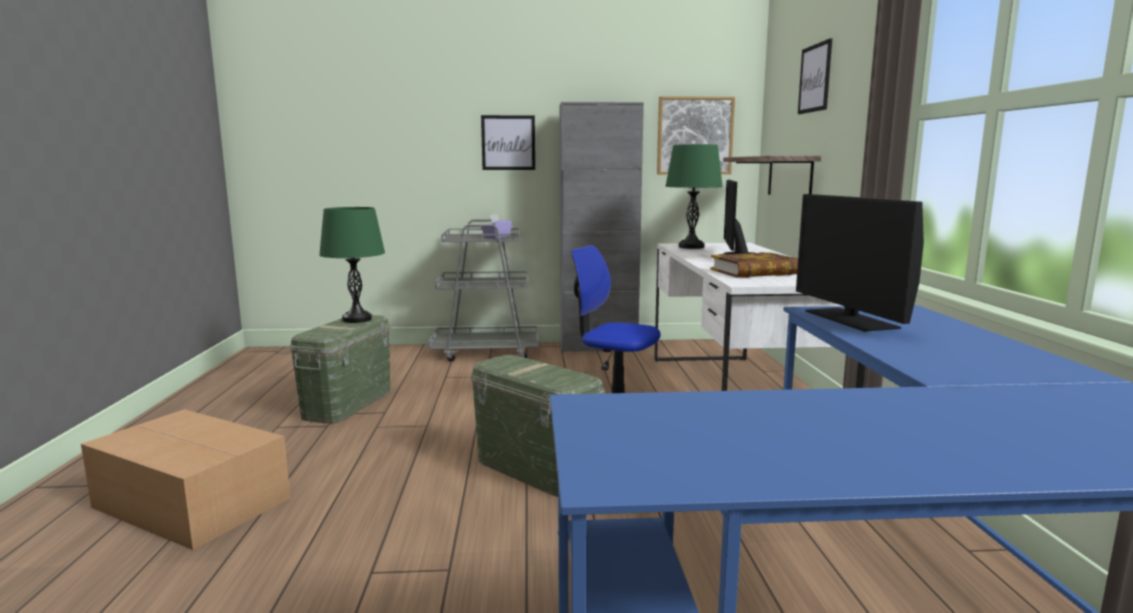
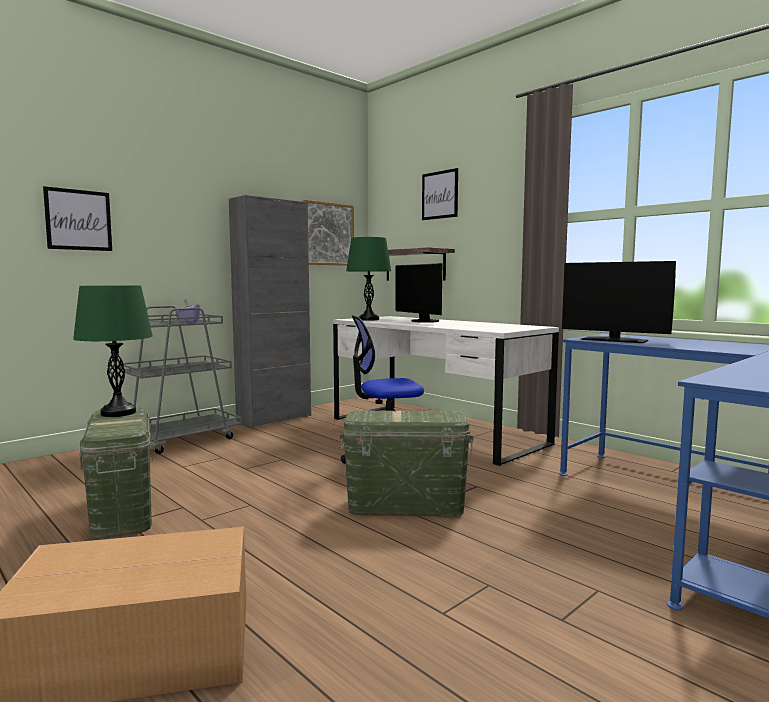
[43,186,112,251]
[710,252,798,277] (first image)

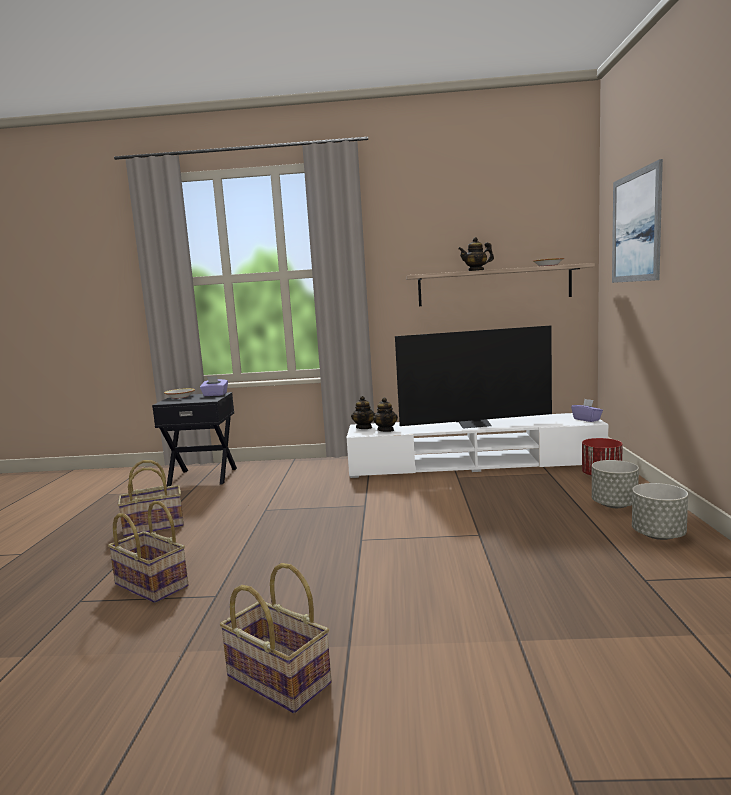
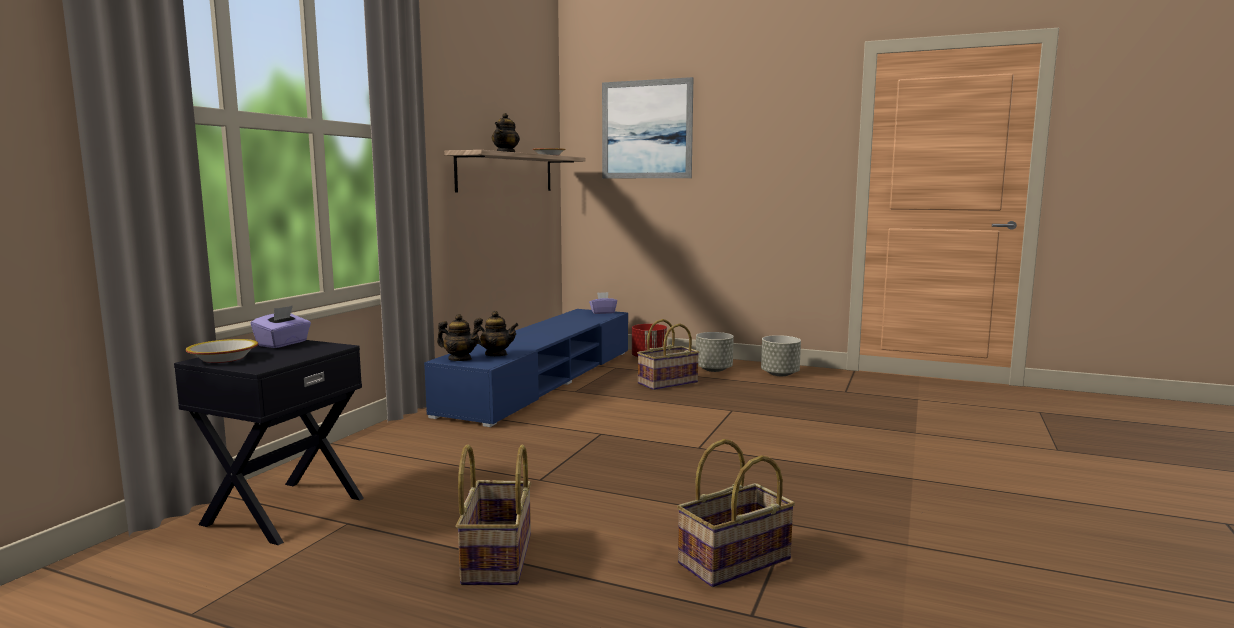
[395,325,552,428] (first image)
[424,309,628,427]
[637,319,699,390]

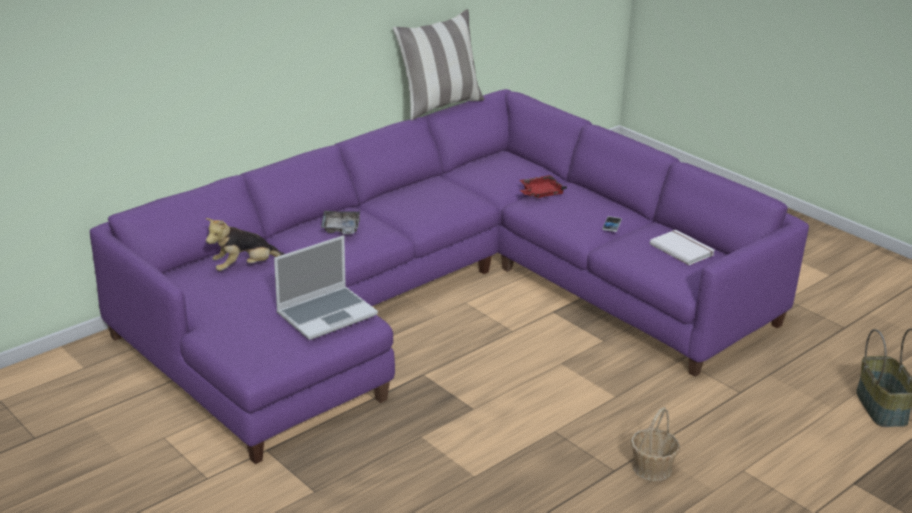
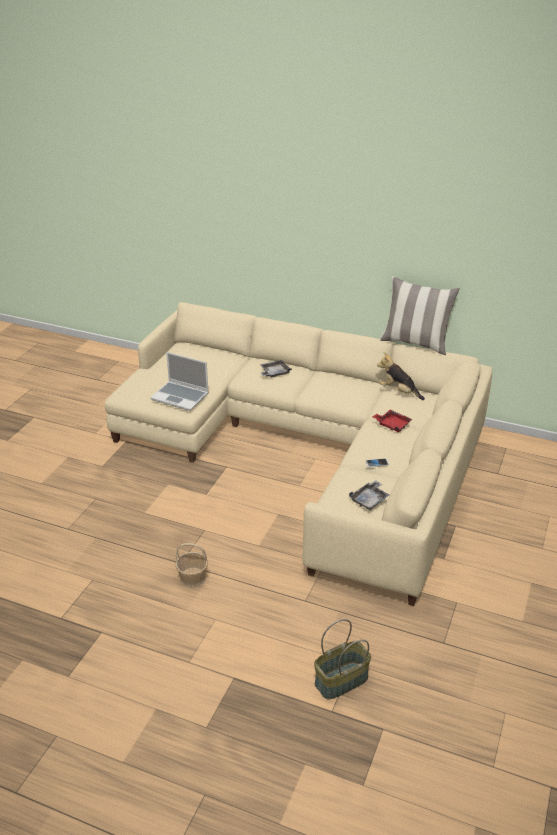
[105,302,492,606]
[377,352,425,400]
[349,480,389,510]

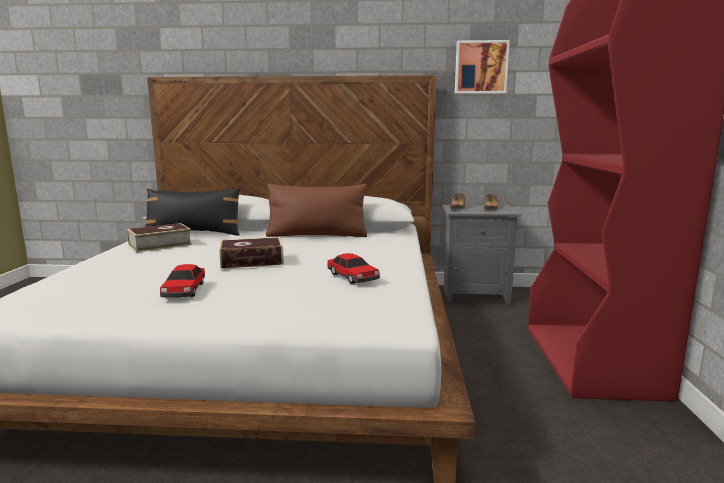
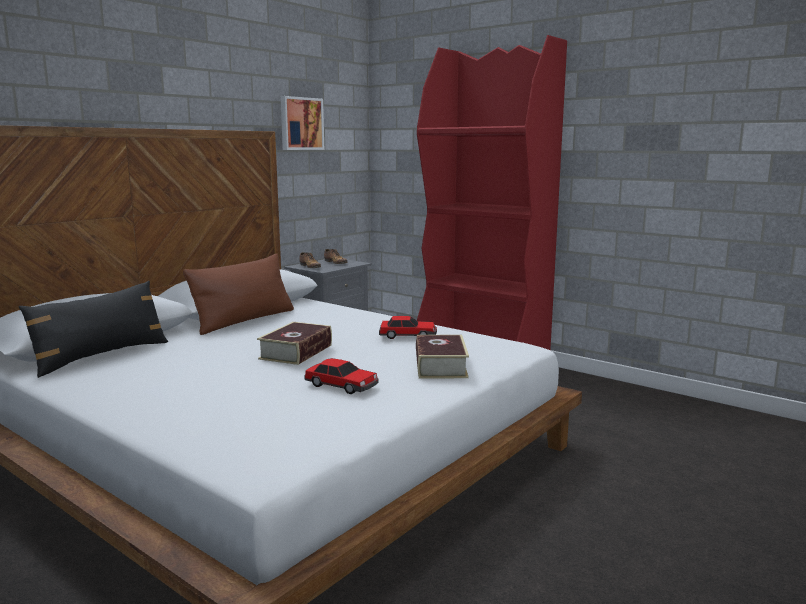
[416,335,469,378]

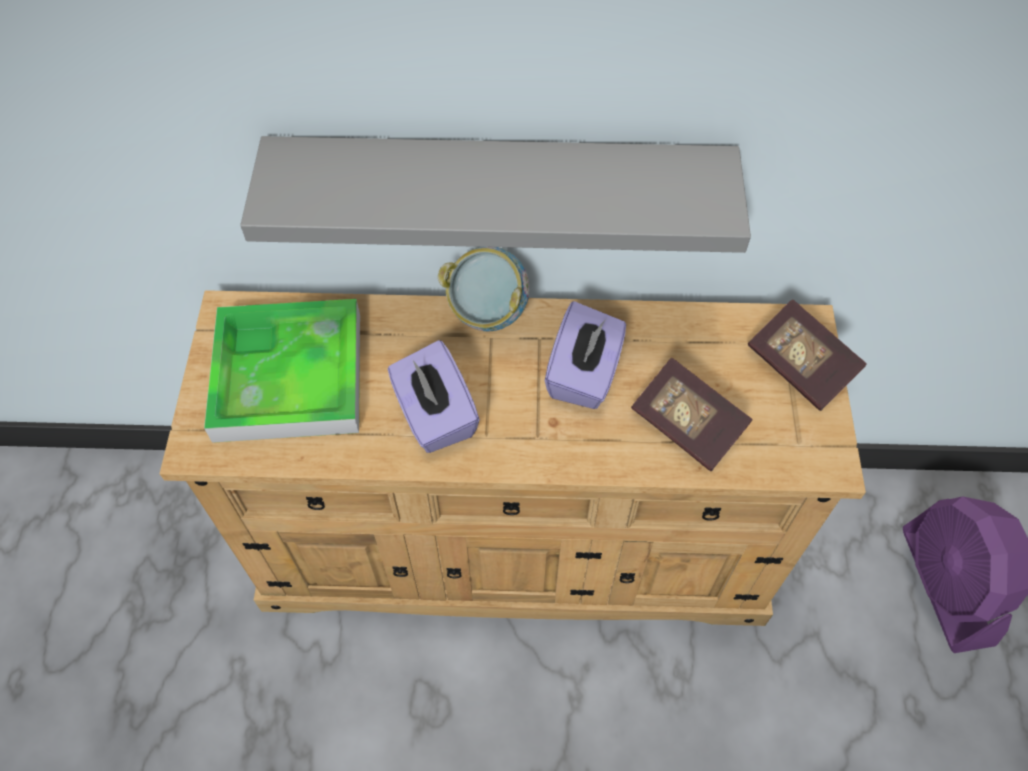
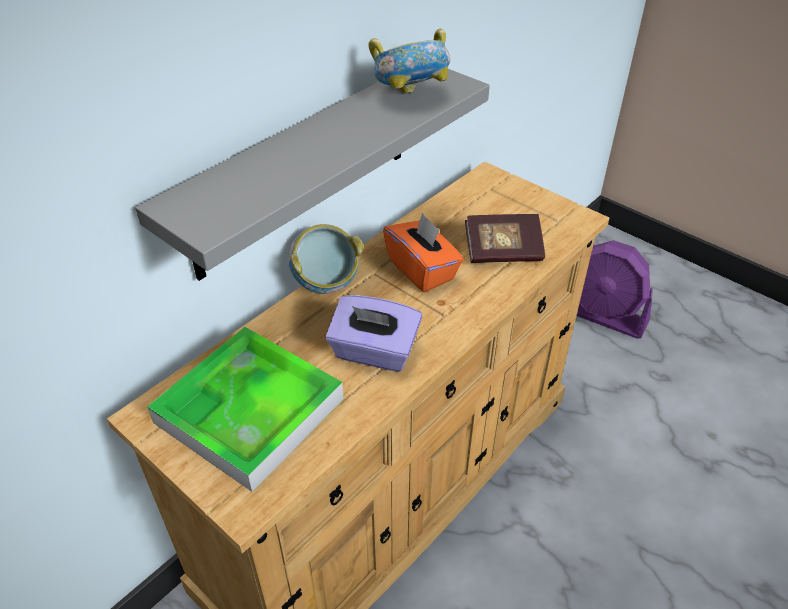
[748,299,867,411] (first image)
[383,212,464,292]
[368,29,451,94]

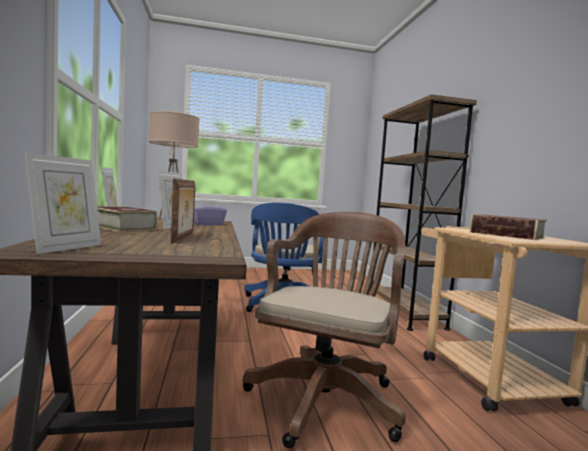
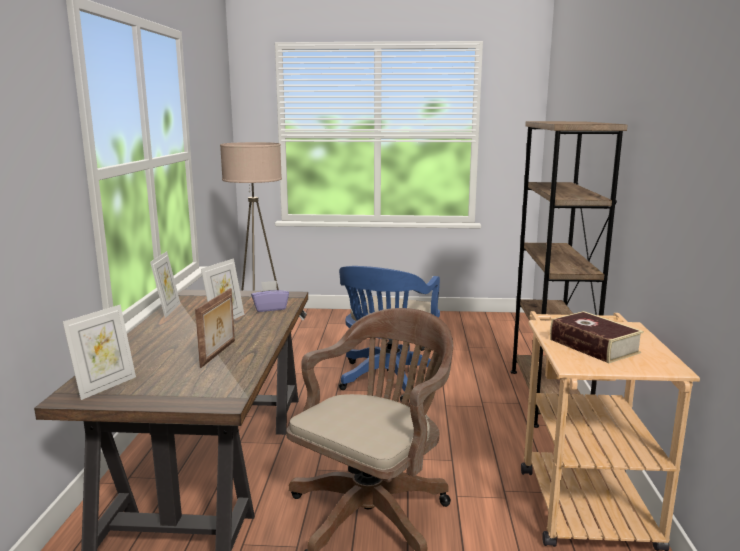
[97,206,158,232] (first image)

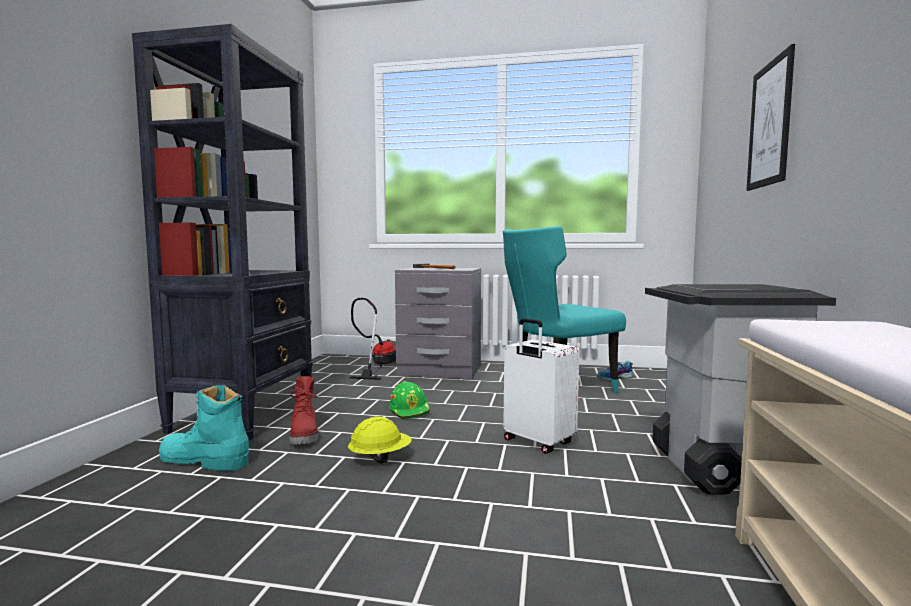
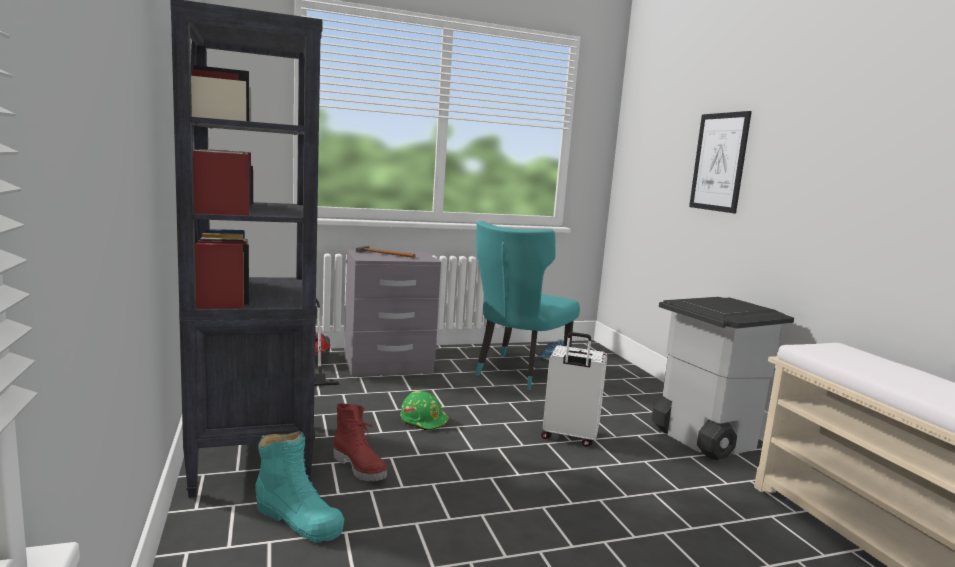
[256,431,344,543]
[348,416,412,464] (first image)

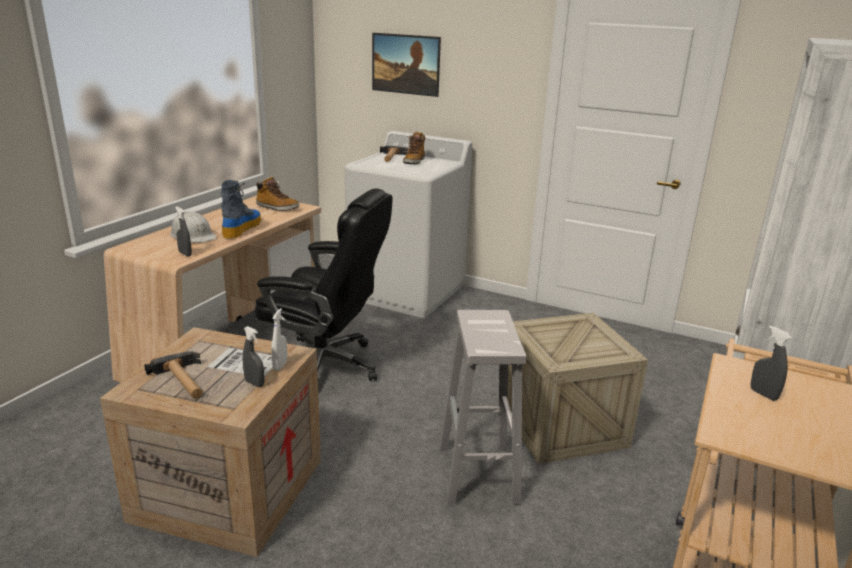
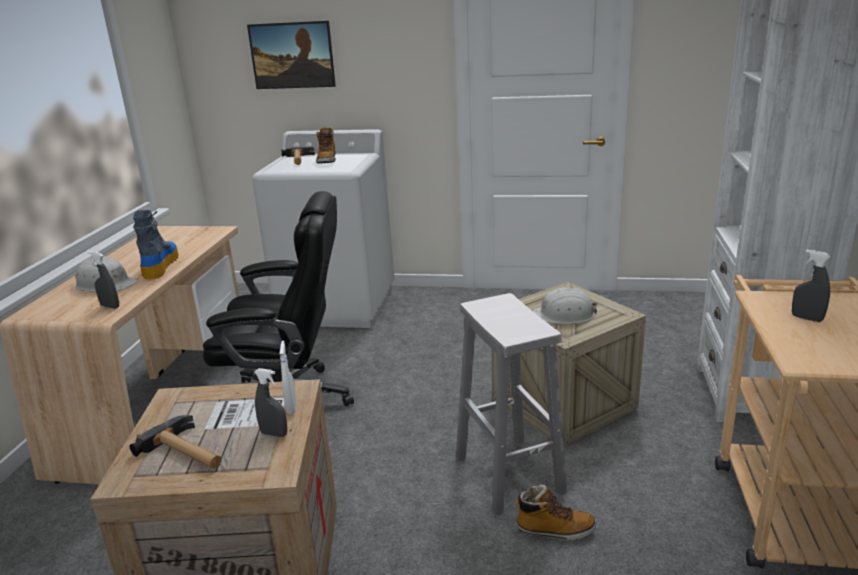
[515,485,596,541]
[532,287,597,324]

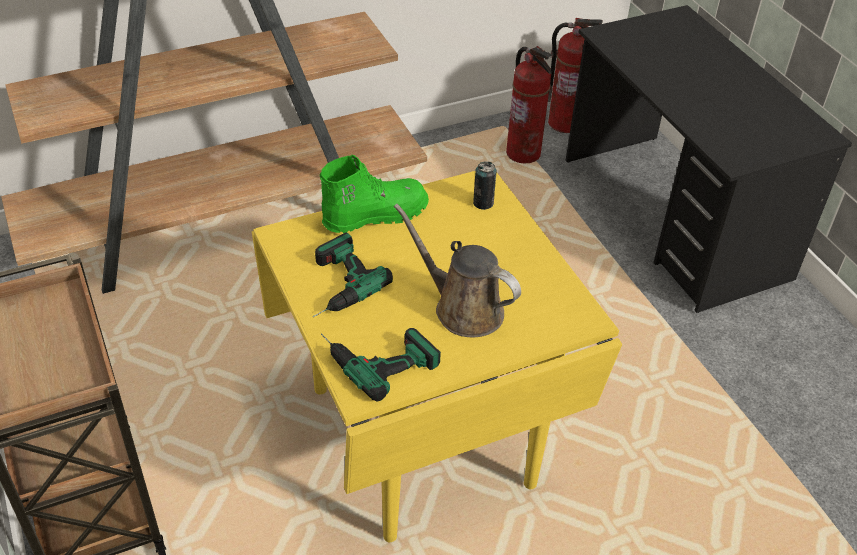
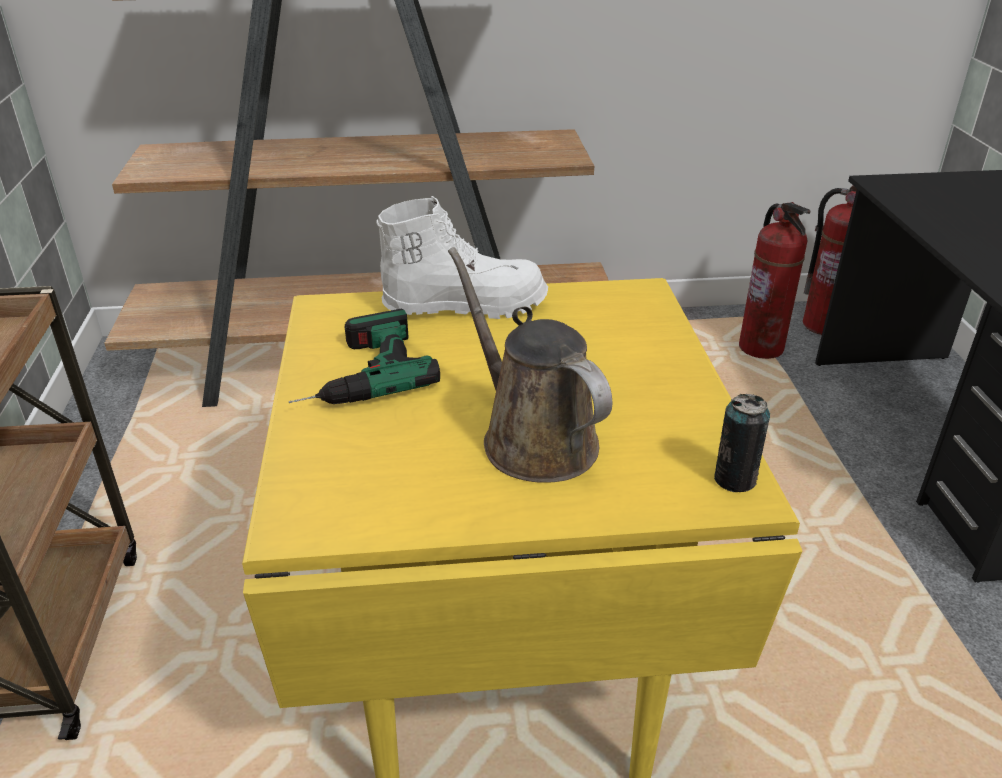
[376,196,548,319]
[714,394,771,492]
[321,328,441,401] (first image)

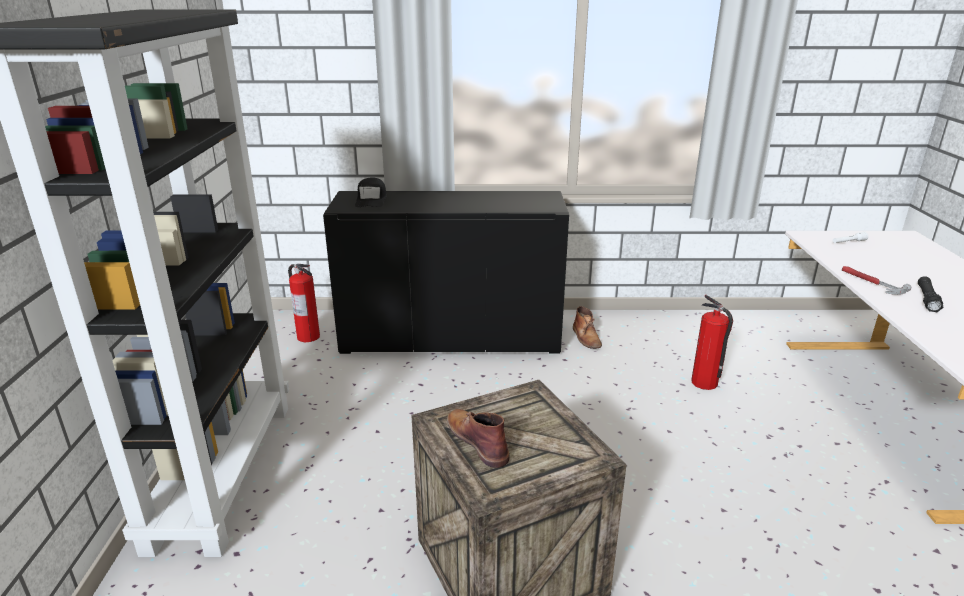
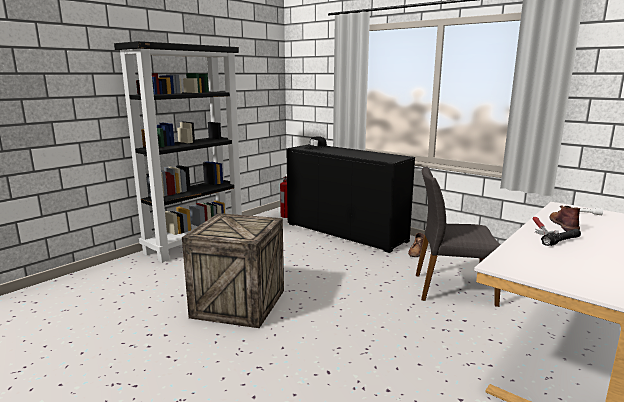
[416,167,501,307]
[550,205,580,231]

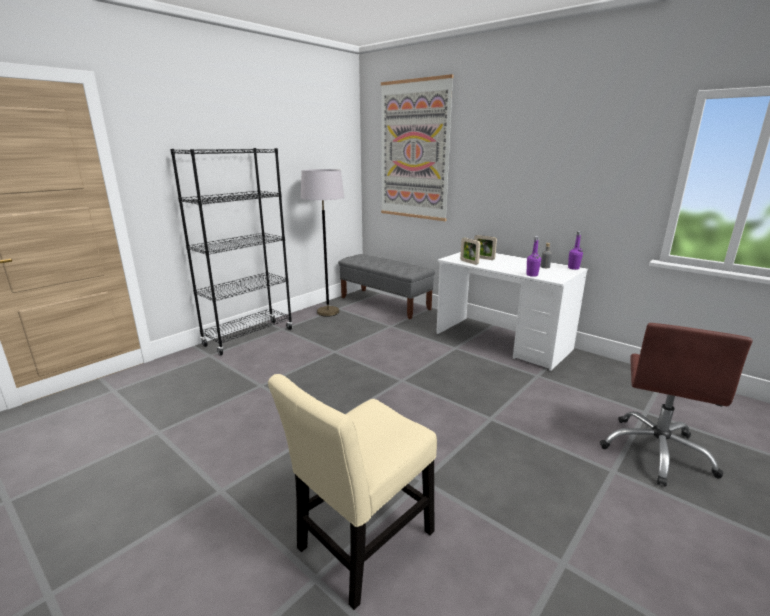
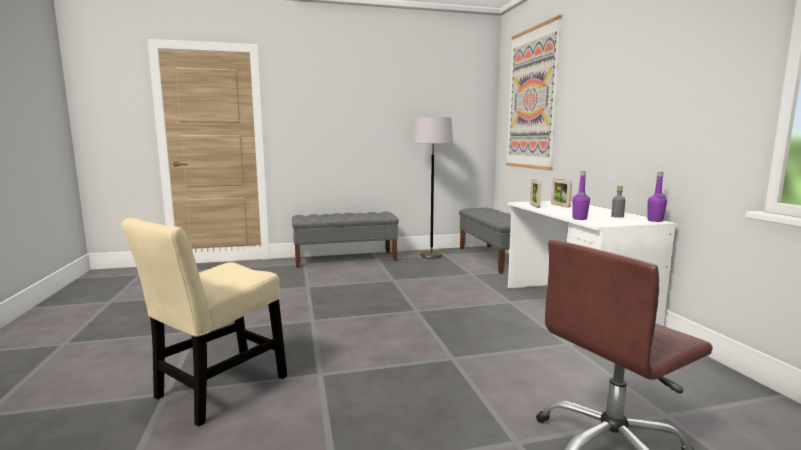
[292,212,399,268]
[121,218,287,427]

